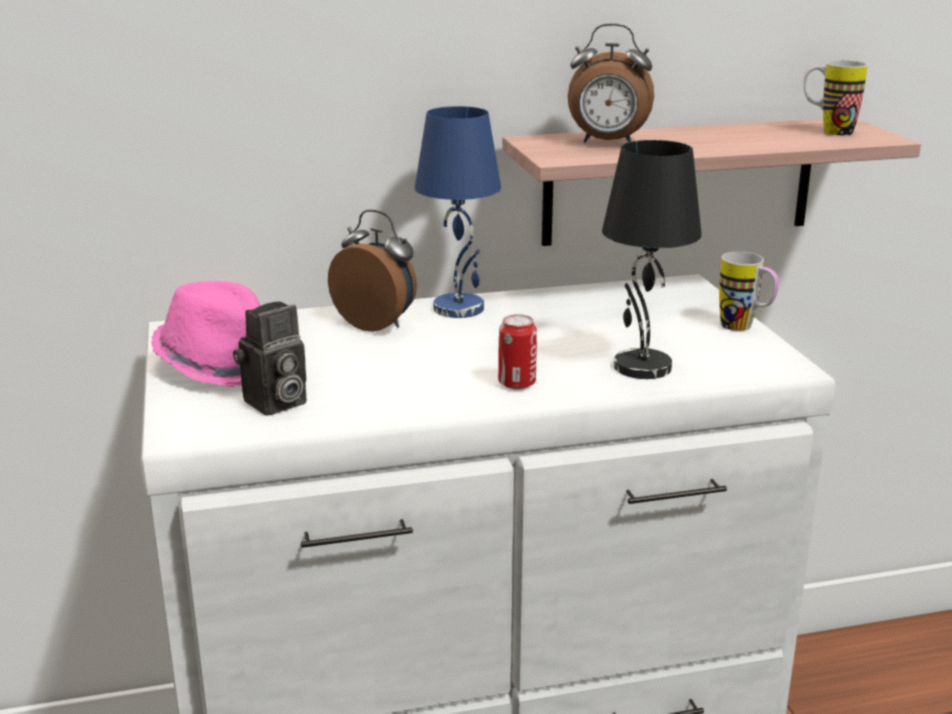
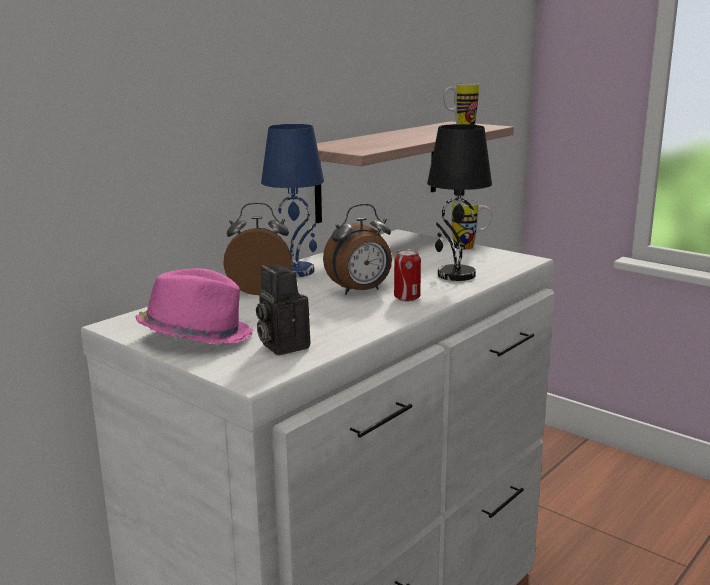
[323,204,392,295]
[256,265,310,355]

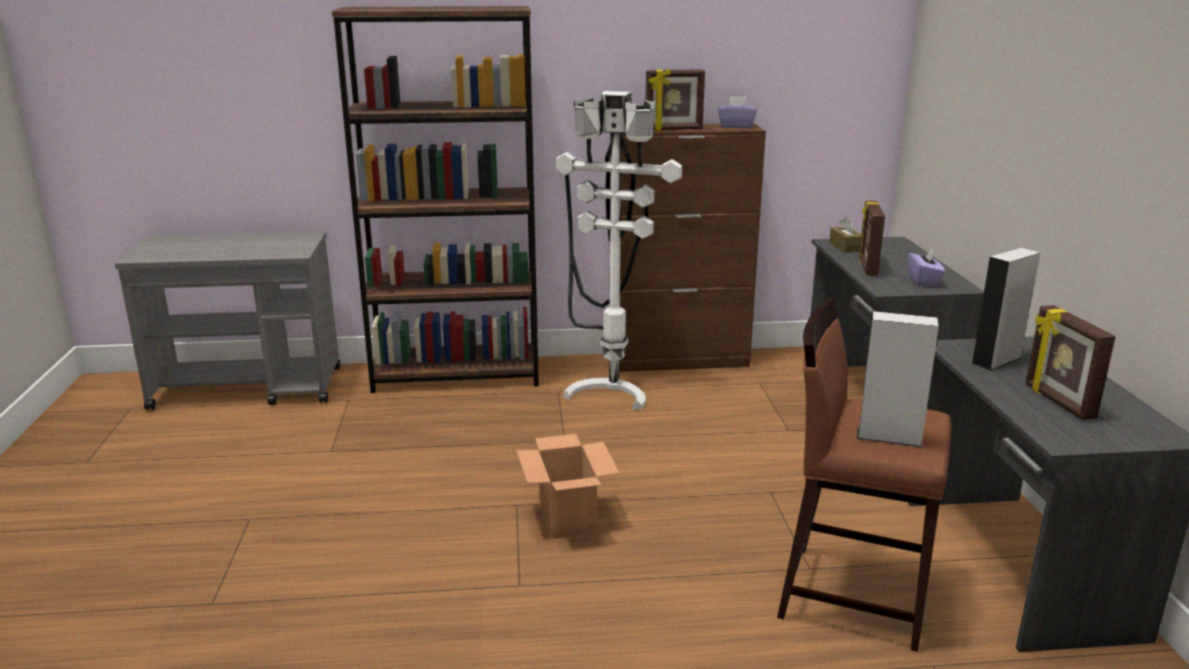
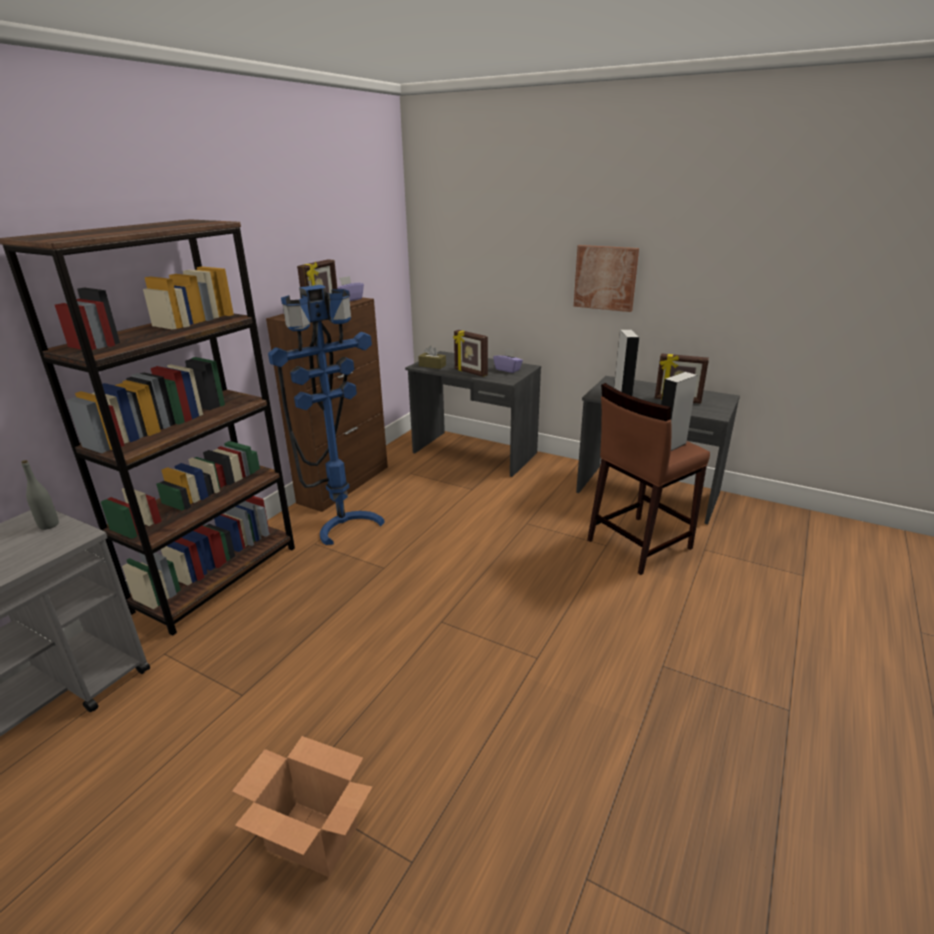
[268,285,385,545]
[232,736,373,877]
[574,245,639,312]
[21,460,59,530]

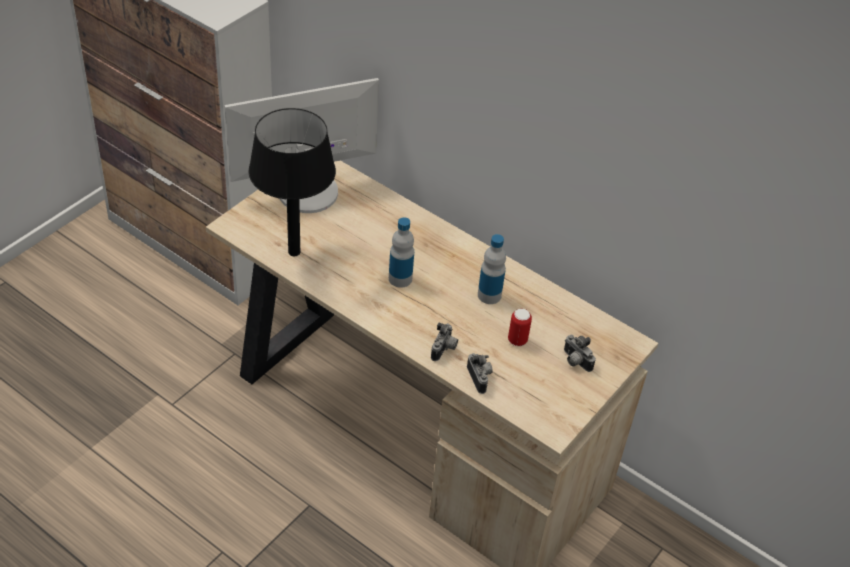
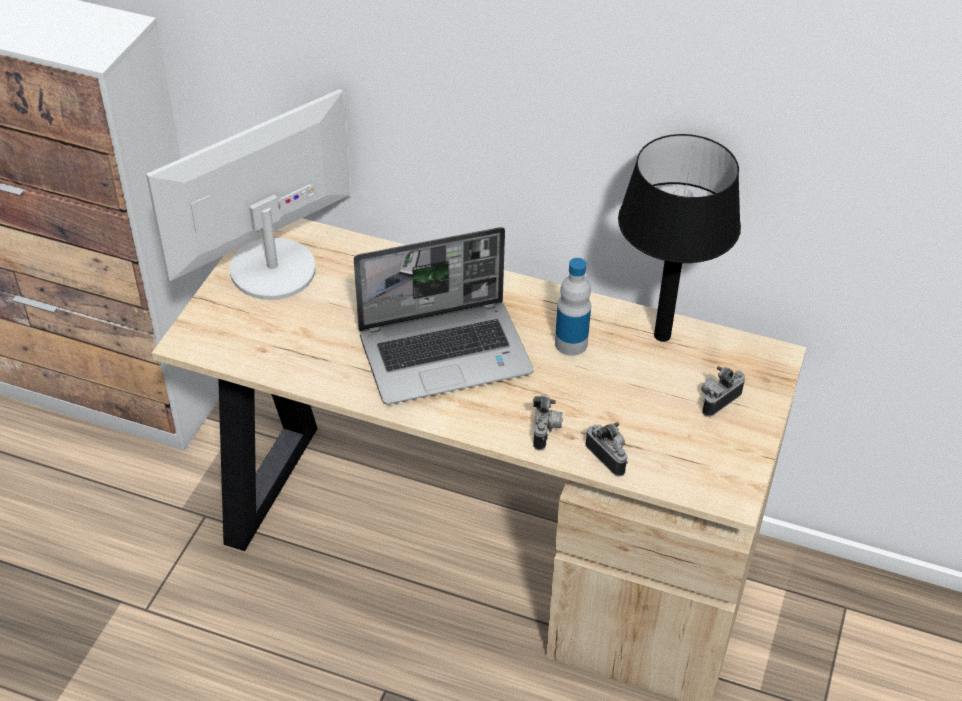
[618,134,741,342]
[354,227,534,405]
[508,309,532,346] (first image)
[701,366,745,417]

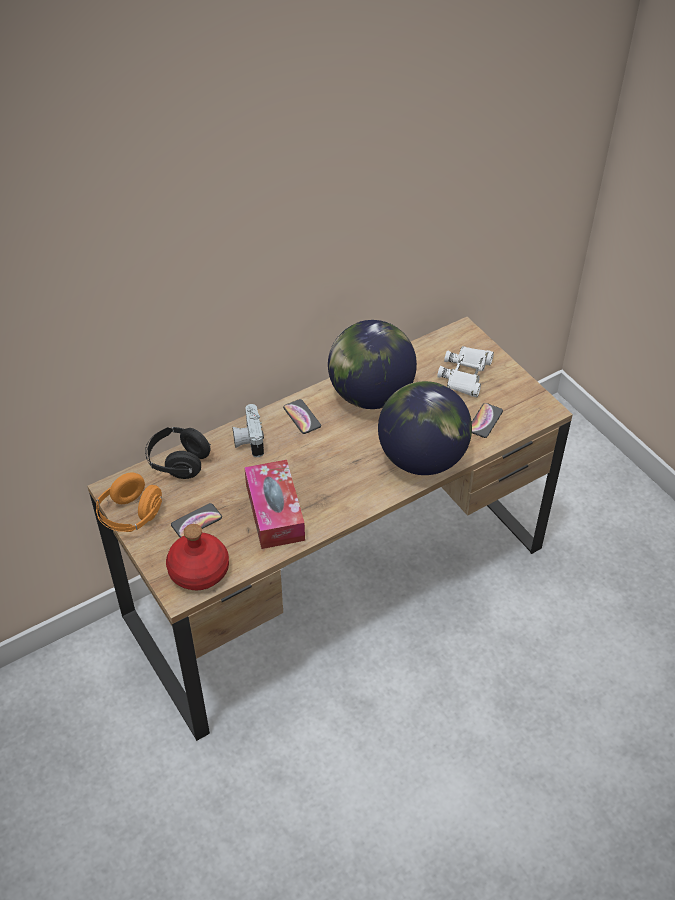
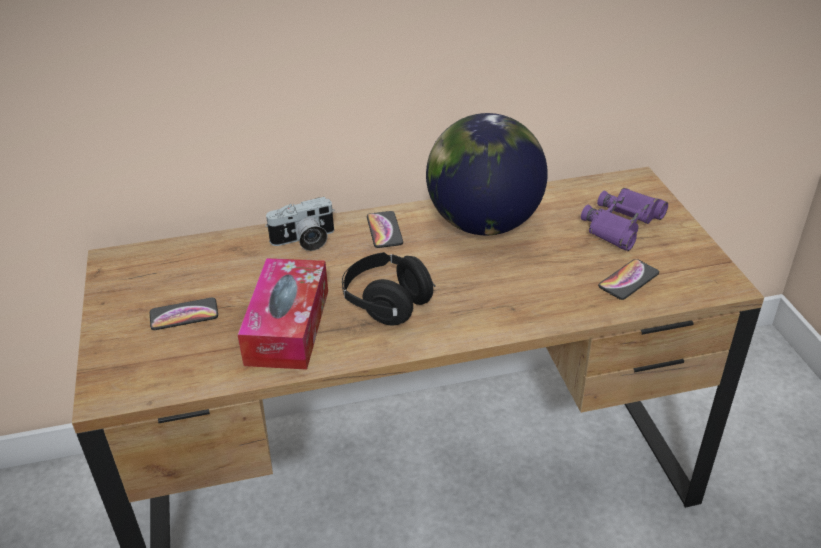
[581,188,668,251]
[378,381,472,475] (first image)
[265,197,334,251]
[342,252,436,325]
[96,472,162,532] (first image)
[166,524,229,590] (first image)

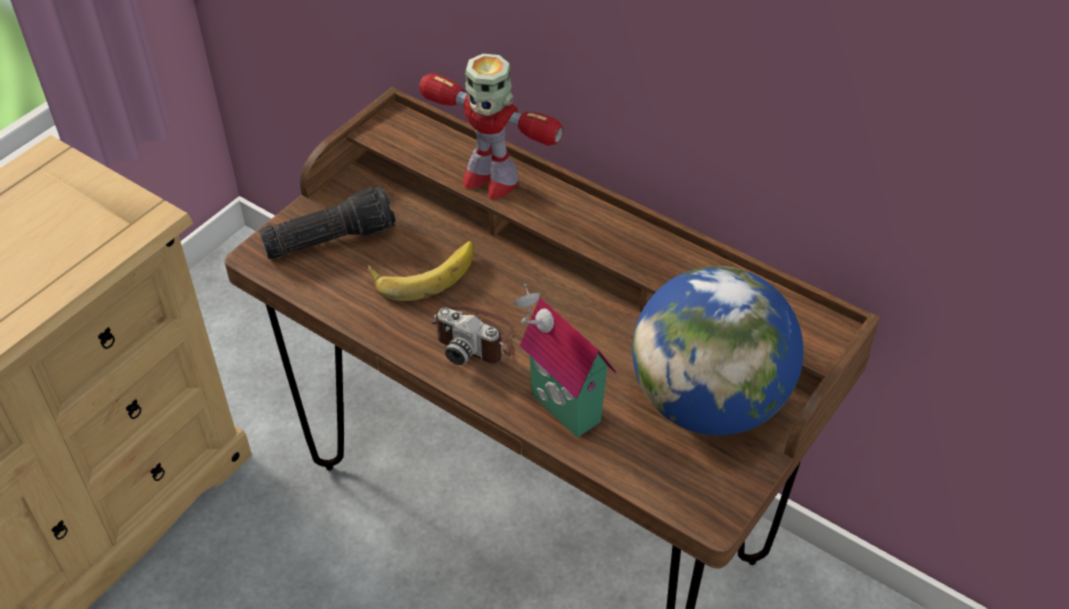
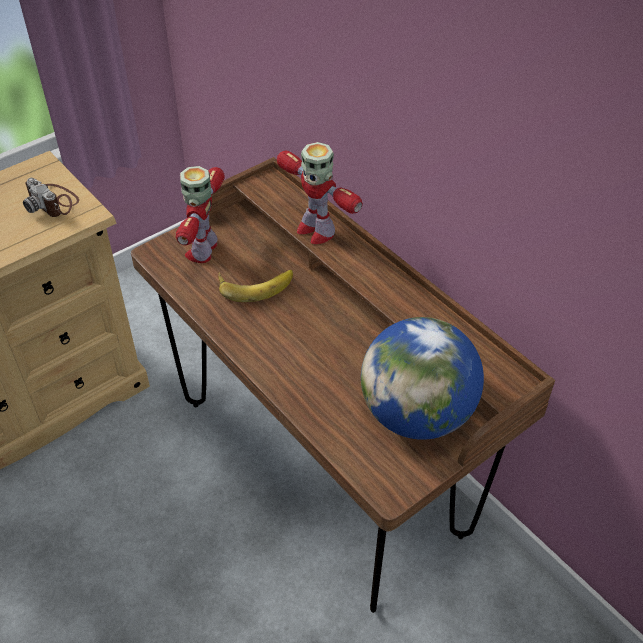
[176,166,225,263]
[513,284,617,438] (first image)
[23,178,79,217]

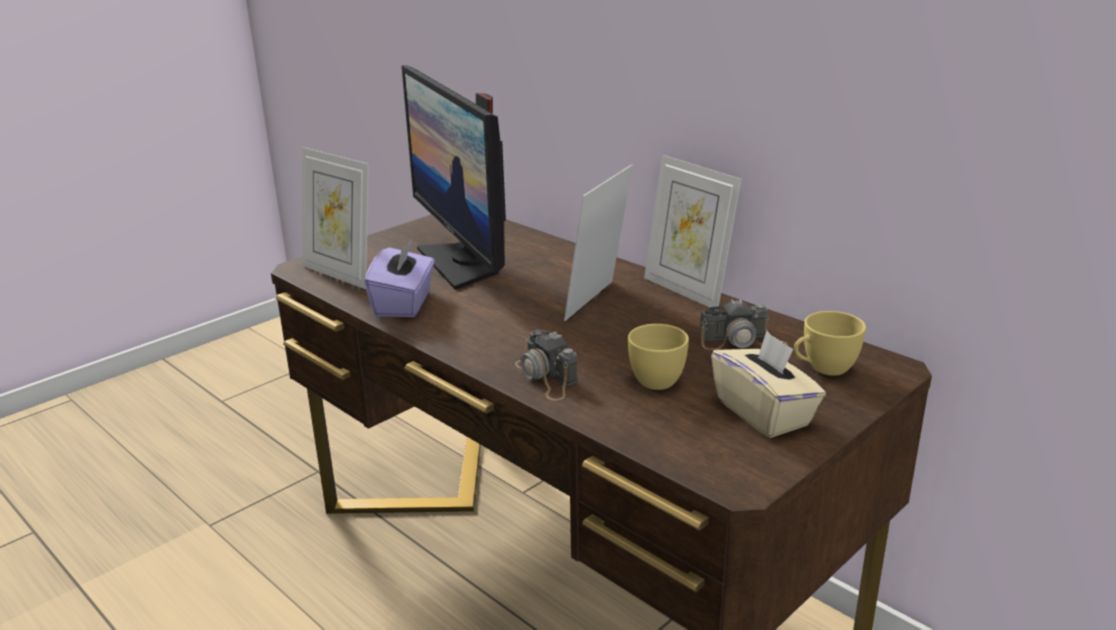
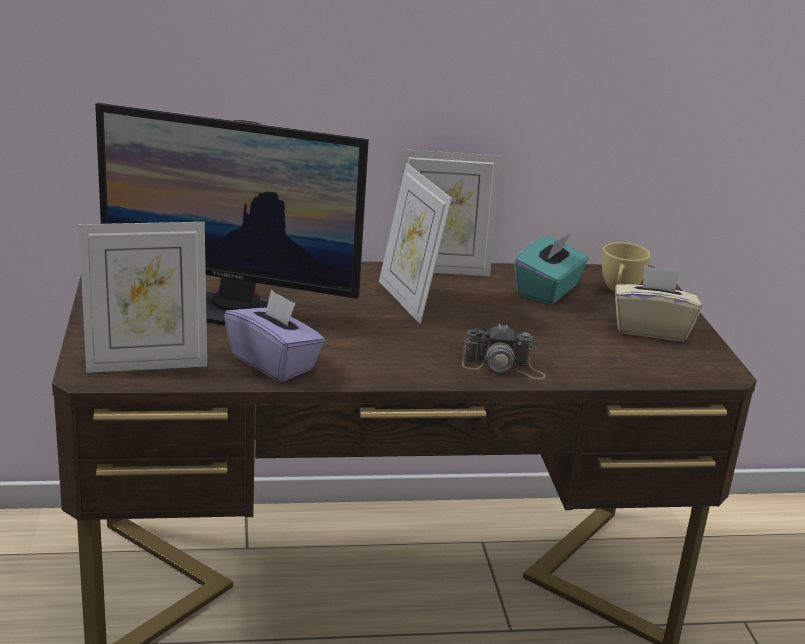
[514,233,588,304]
[628,324,689,390] (first image)

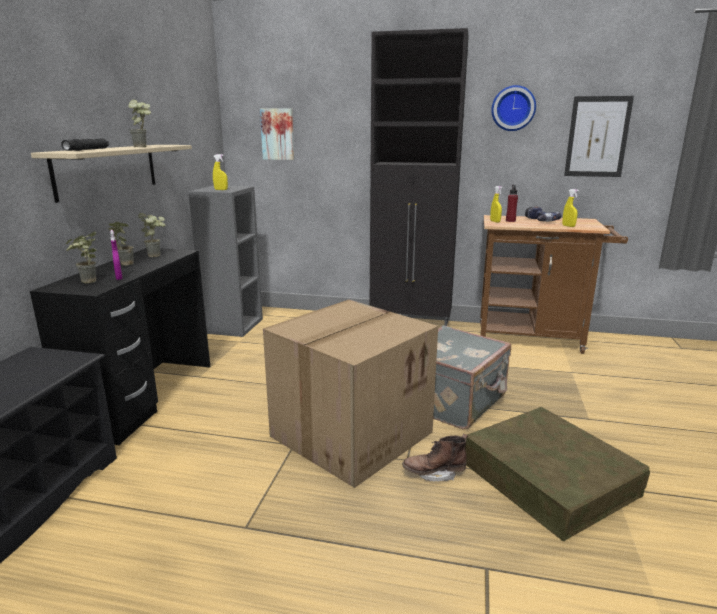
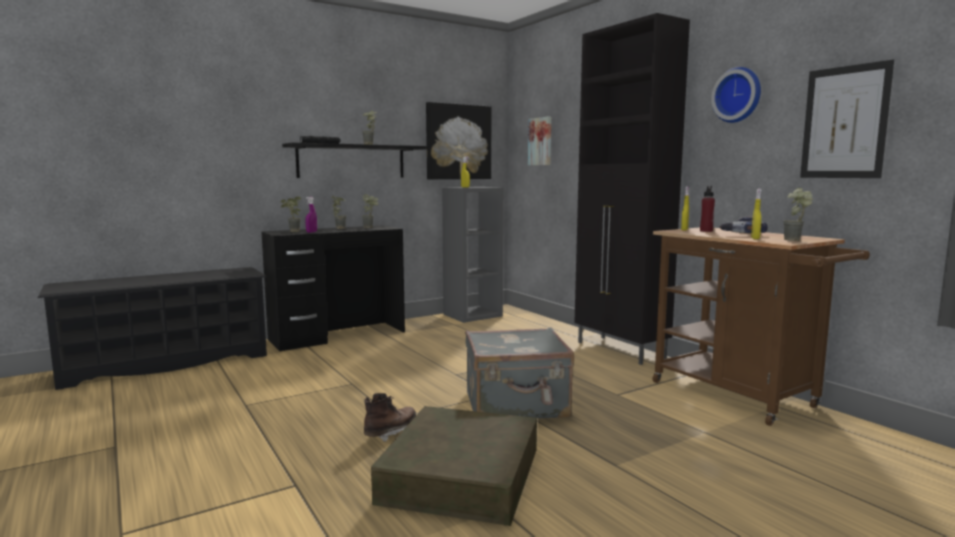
[282,142,426,178]
[263,300,438,488] (first image)
[364,393,416,442]
[426,102,492,179]
[784,188,814,241]

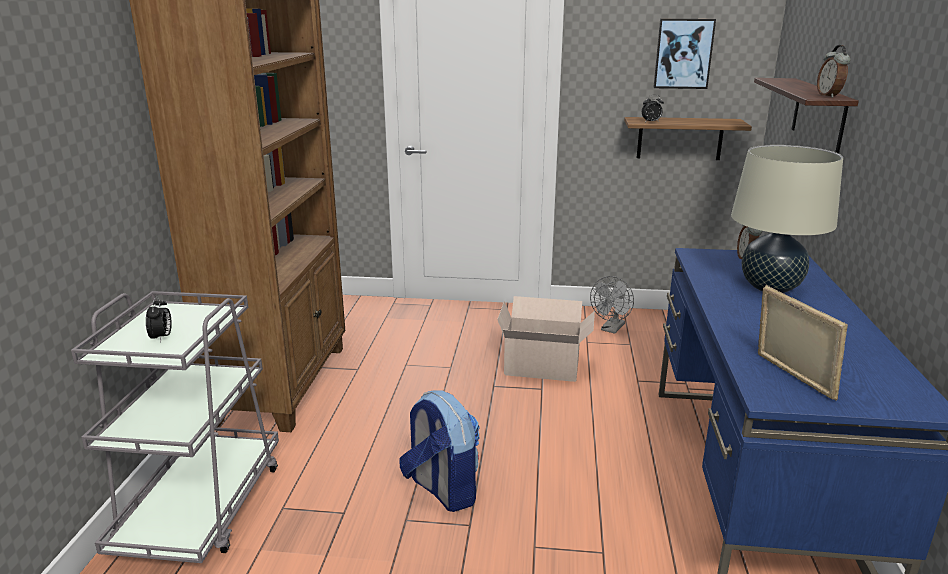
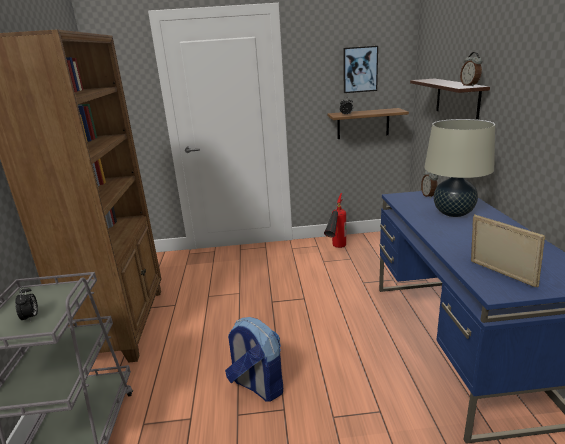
[324,193,346,248]
[497,296,595,382] (first image)

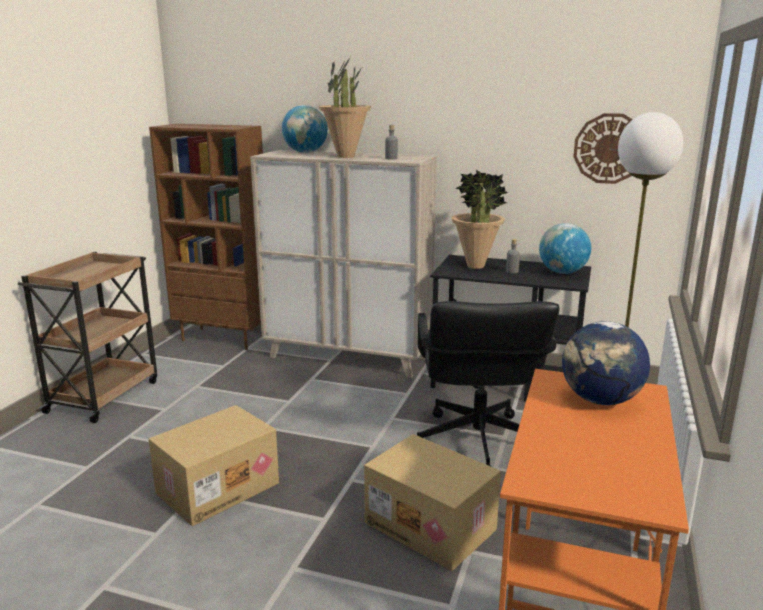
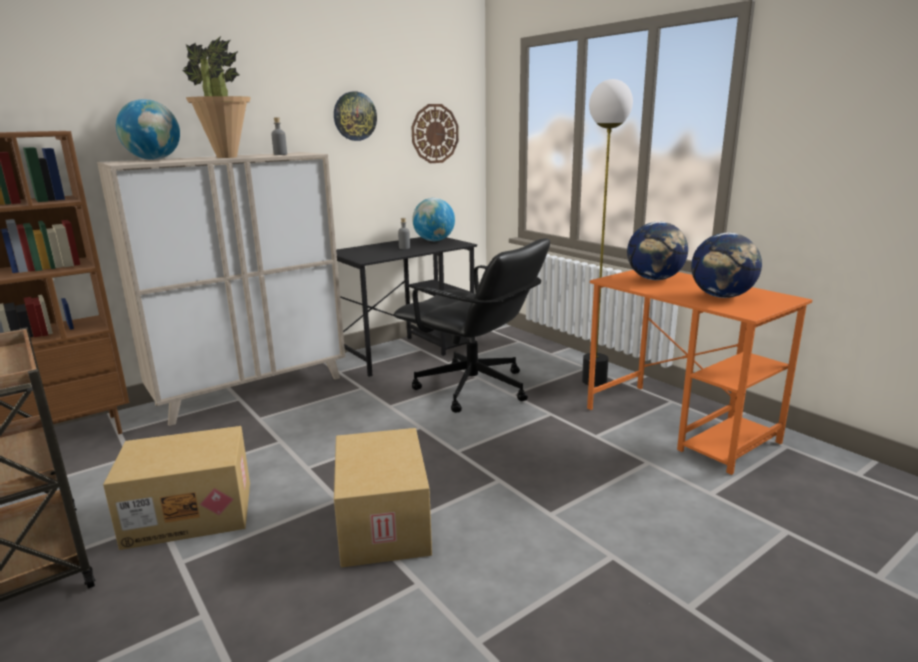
[452,170,508,269] (first image)
[103,426,250,550]
[334,92,377,141]
[691,233,762,298]

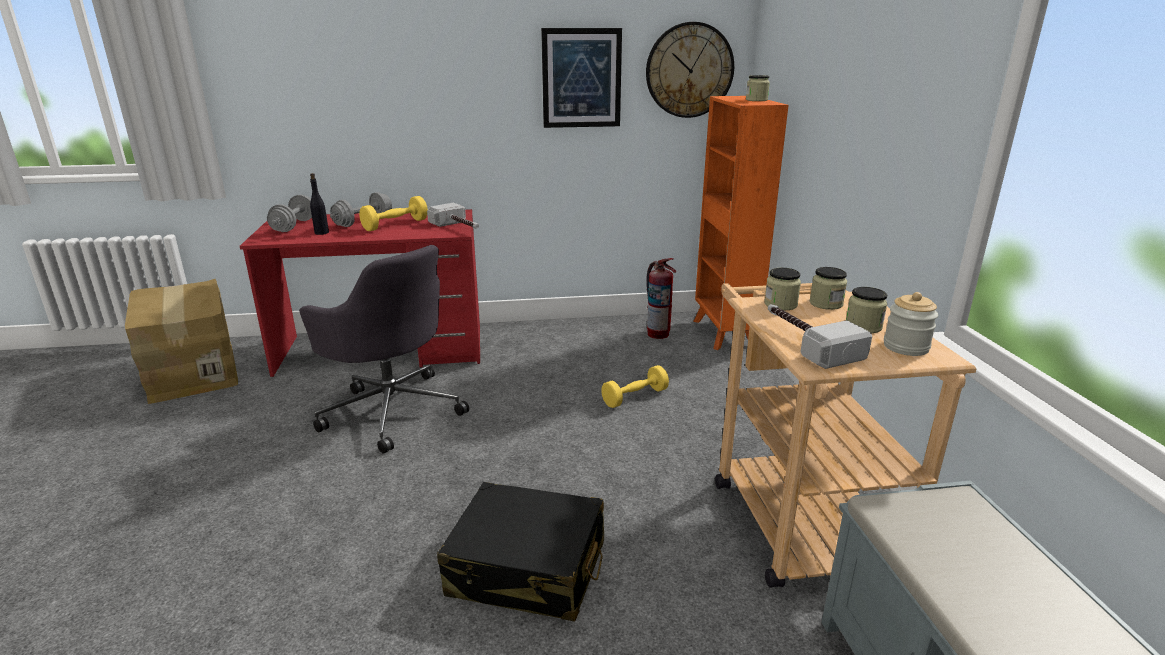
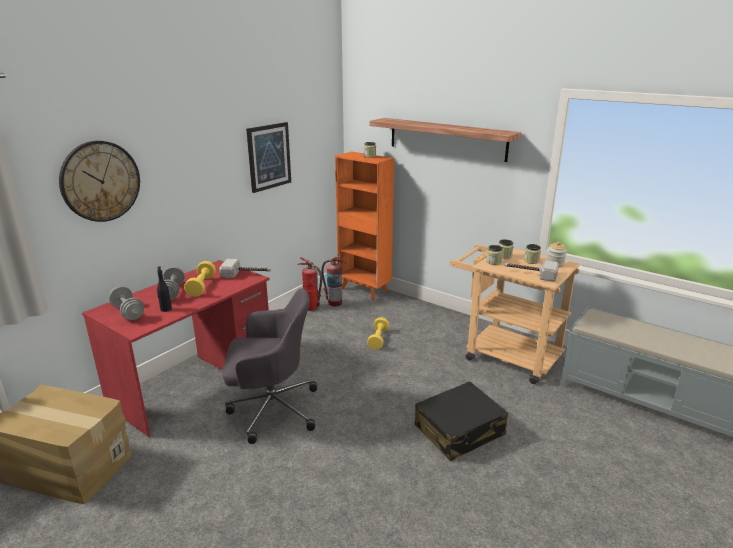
[59,141,140,222]
[369,118,522,162]
[298,257,322,311]

